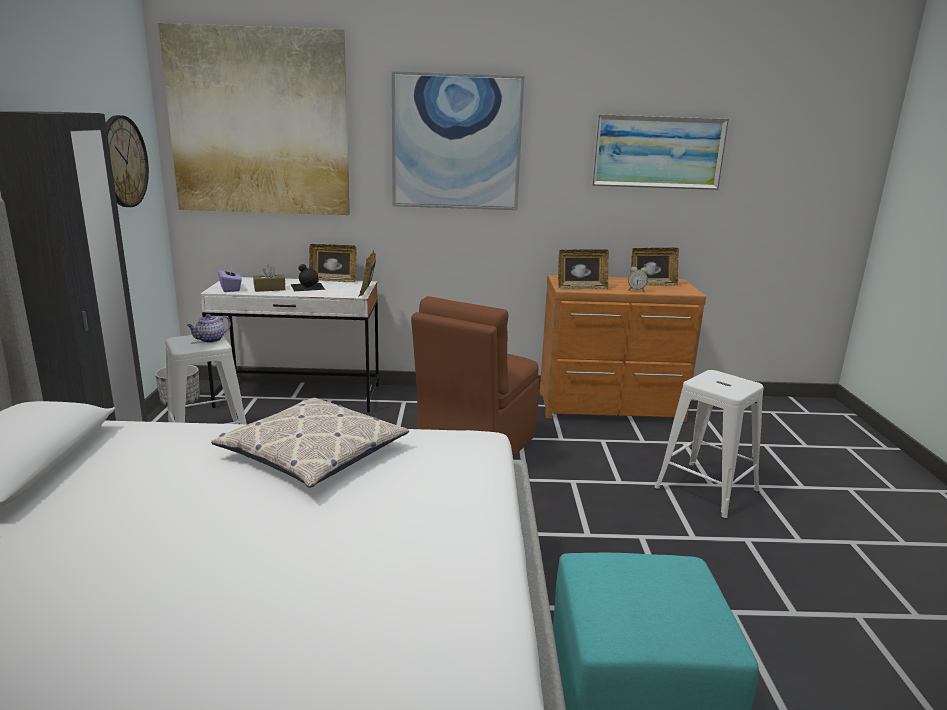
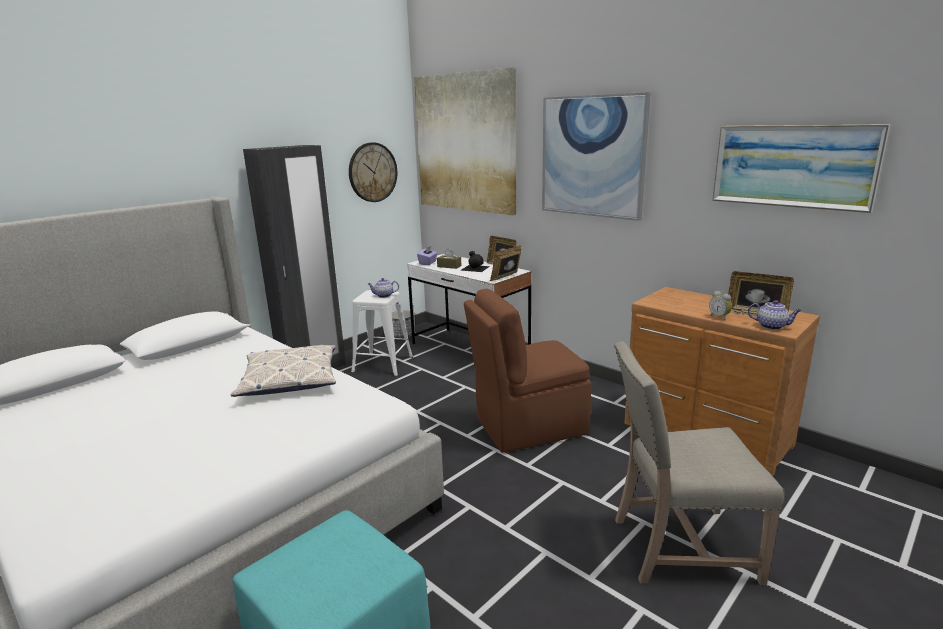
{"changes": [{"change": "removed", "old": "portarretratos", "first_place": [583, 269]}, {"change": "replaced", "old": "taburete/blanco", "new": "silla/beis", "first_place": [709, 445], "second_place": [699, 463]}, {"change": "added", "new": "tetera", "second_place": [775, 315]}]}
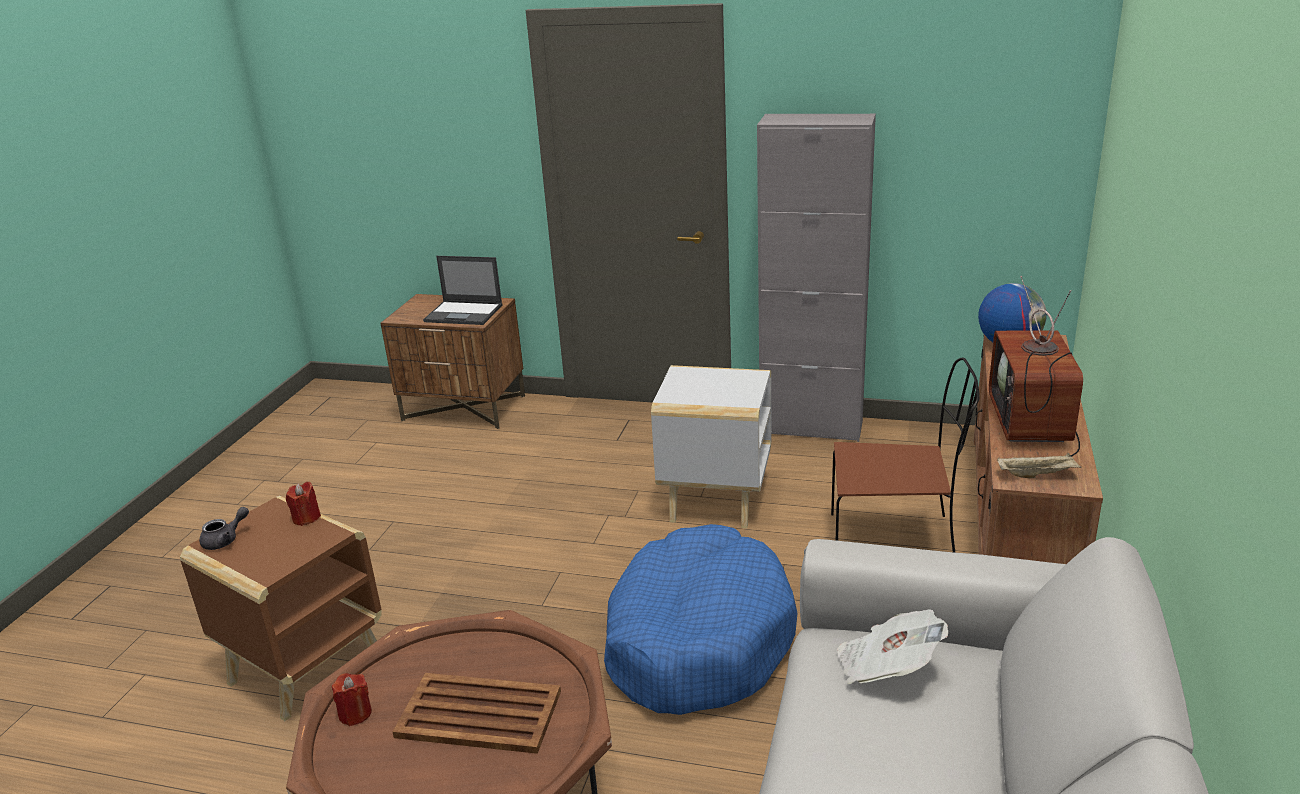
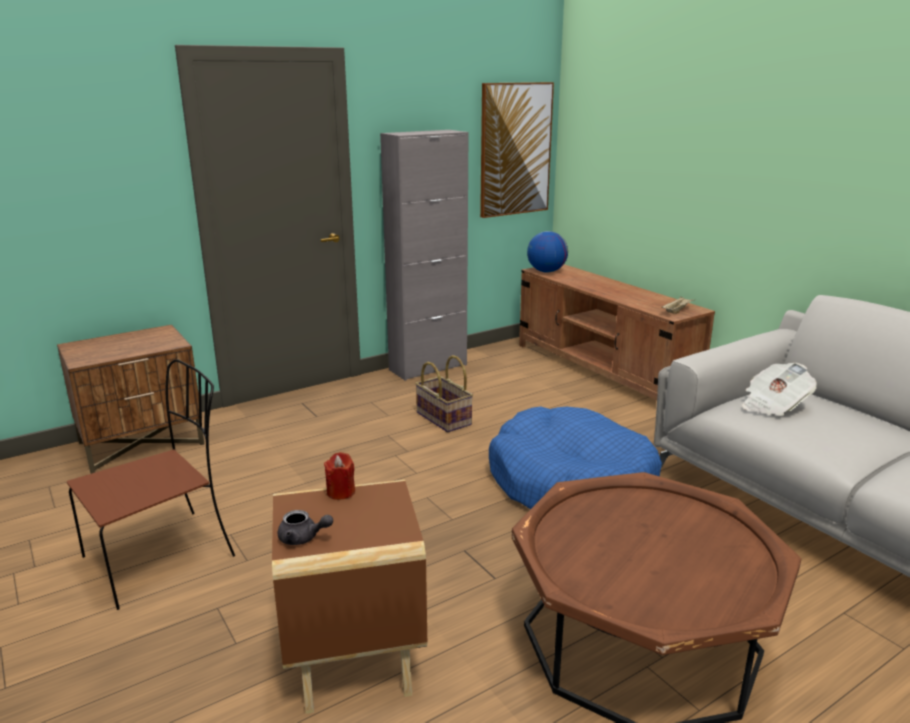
{"changes": [{"change": "turned", "old": "tetera/gris", "first_place": [224, 528], "second_place": [305, 527], "degrees": 105}, {"change": "removed", "old": "vela/rojo", "first_place": [352, 699]}, {"change": "removed", "old": "bandeja/marrón", "first_place": [477, 713]}, {"change": "removed", "old": "portátil", "first_place": [463, 290]}, {"change": "replaced", "old": "mesa auxiliar/blanco", "new": "cesta", "first_place": [711, 446], "second_place": [444, 394]}, {"change": "moved", "old": "silla/marrón", "first_place": [905, 455], "second_place": [151, 484]}, {"change": "removed", "old": "televisor", "first_place": [1036, 366]}, {"change": "added", "new": "cuadro", "second_place": [517, 150]}]}
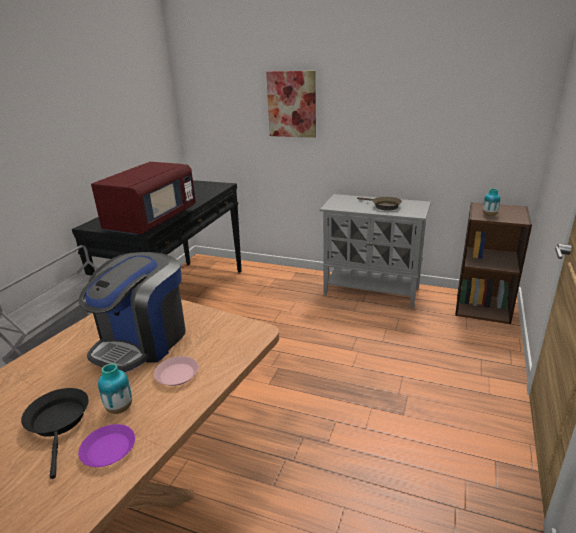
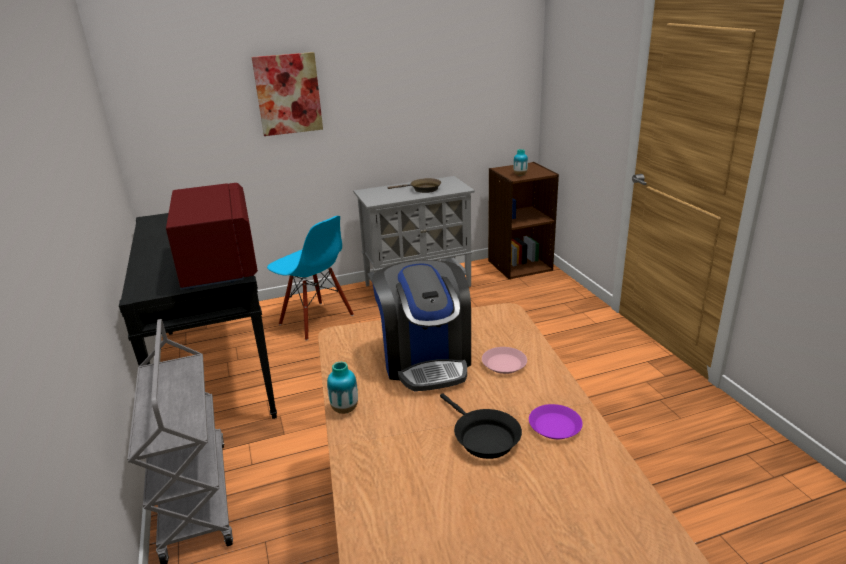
{"changes": [{"change": "turned", "old": "sartén/negro", "first_place": [55, 433], "second_place": [481, 426], "degrees": -150}, {"change": "moved", "old": "florero", "first_place": [115, 388], "second_place": [342, 388]}, {"change": "added", "new": "silla/azul", "second_place": [310, 278]}]}
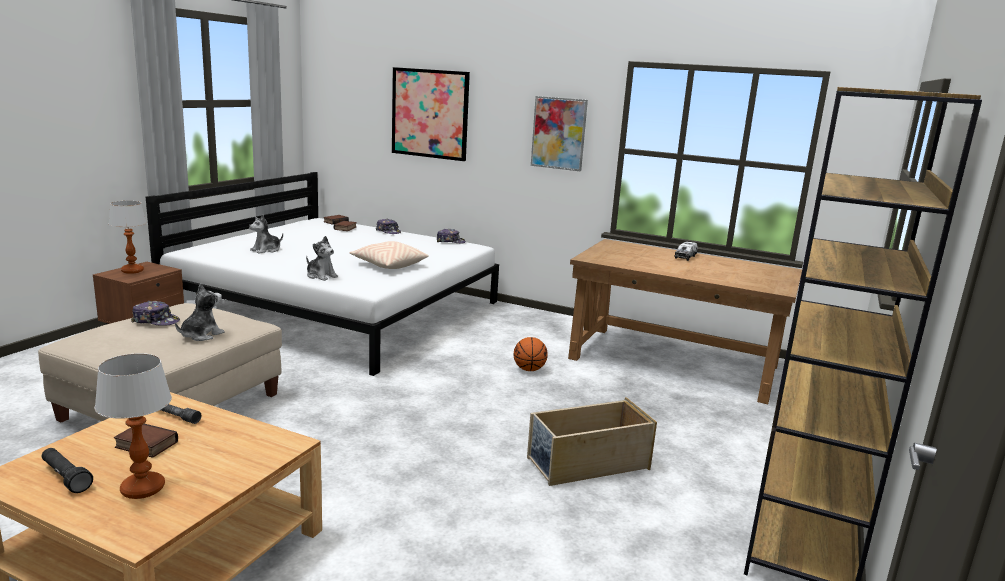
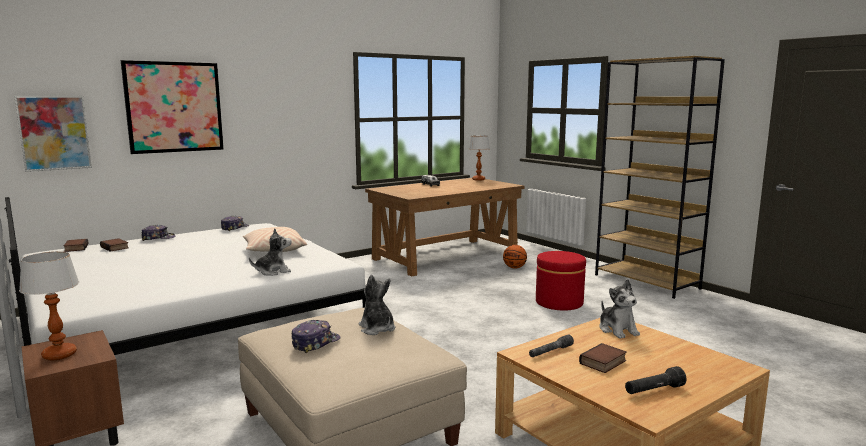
{"changes": [{"change": "moved", "old": "lámpara de mesa", "first_place": [133, 426], "second_place": [479, 158]}, {"change": "moved", "old": "peluche", "first_place": [266, 233], "second_place": [619, 309]}, {"change": "moved", "old": "balón de baloncesto", "first_place": [531, 354], "second_place": [515, 257]}, {"change": "replaced", "old": "caja de almacenaje/beis", "new": "puf/rojo", "first_place": [592, 441], "second_place": [561, 281]}, {"change": "moved", "old": "cuadro", "first_place": [559, 133], "second_place": [53, 134]}]}
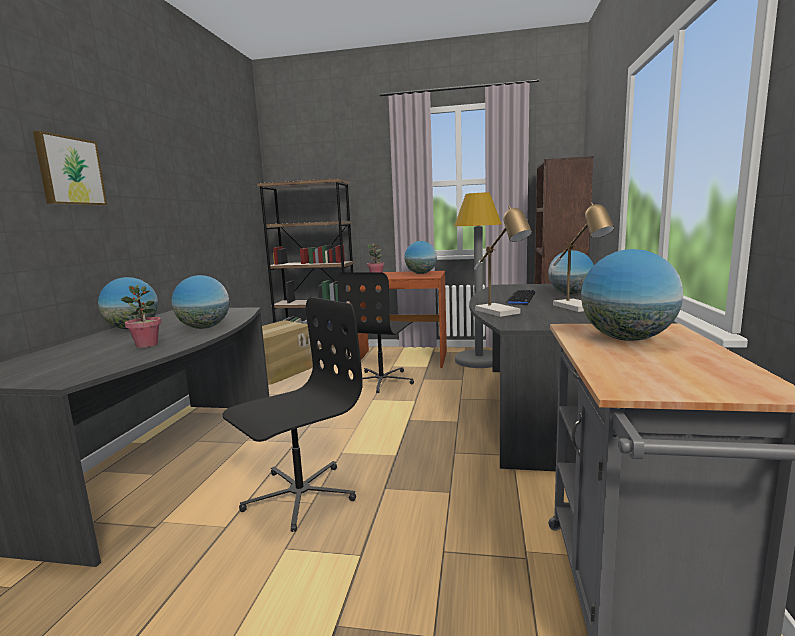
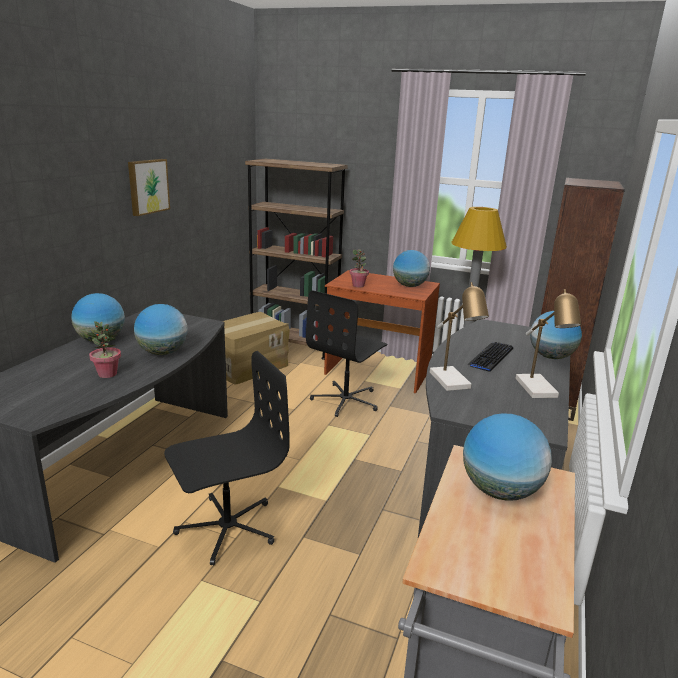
{"changes": [{"change": "moved", "old": "cuadro", "first_place": [70, 168], "second_place": [149, 187]}]}
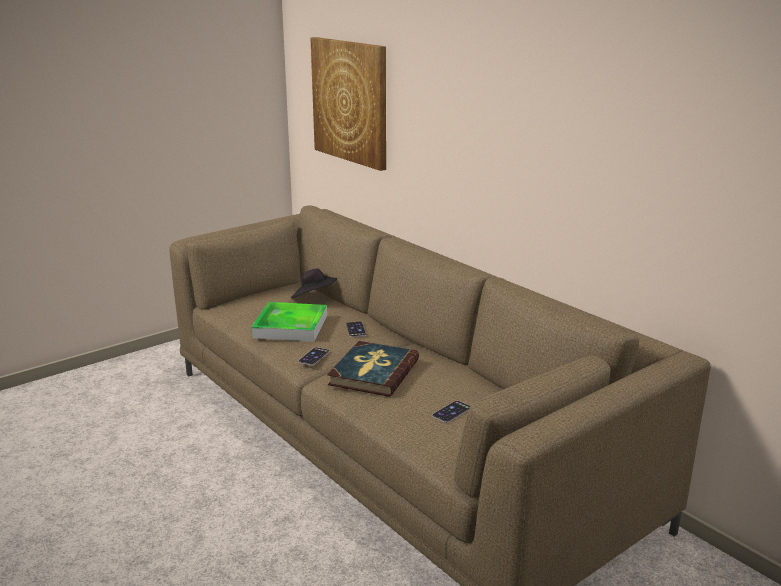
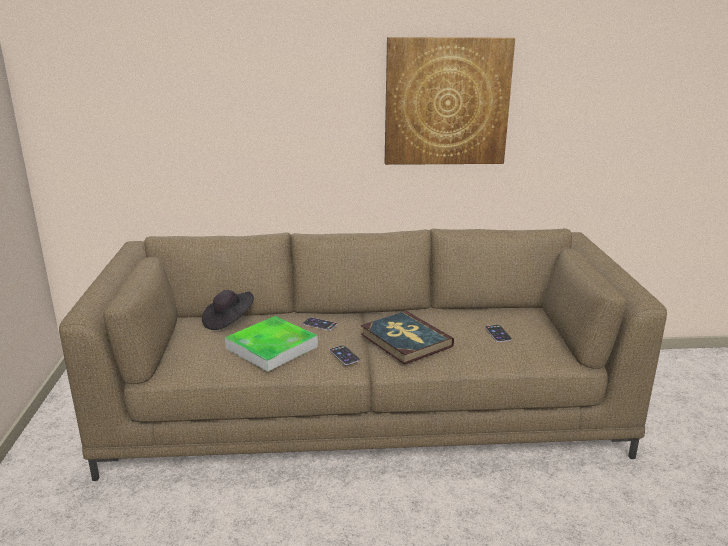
{"changes": [{"change": "moved", "old": "cuadro", "first_place": [348, 104], "second_place": [450, 101]}]}
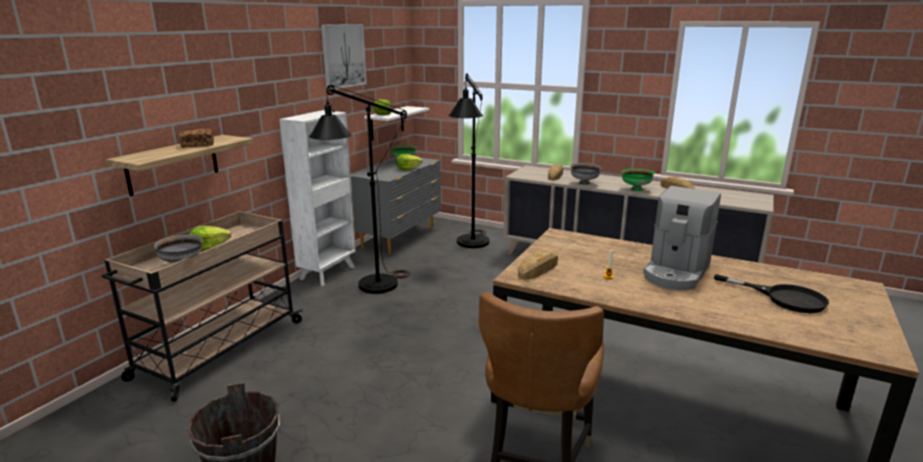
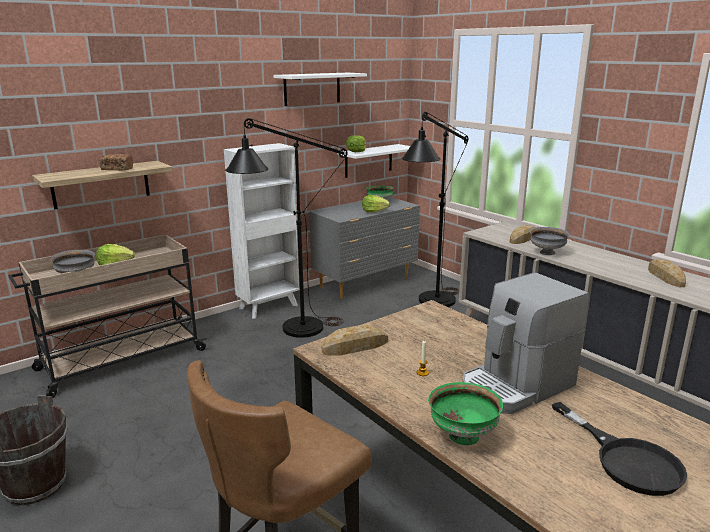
{"changes": [{"change": "replaced", "old": "cuadro", "new": "estante/blanco", "first_place": [344, 57], "second_place": [320, 89]}, {"change": "moved", "old": "cuenco/verde", "first_place": [638, 180], "second_place": [465, 413]}]}
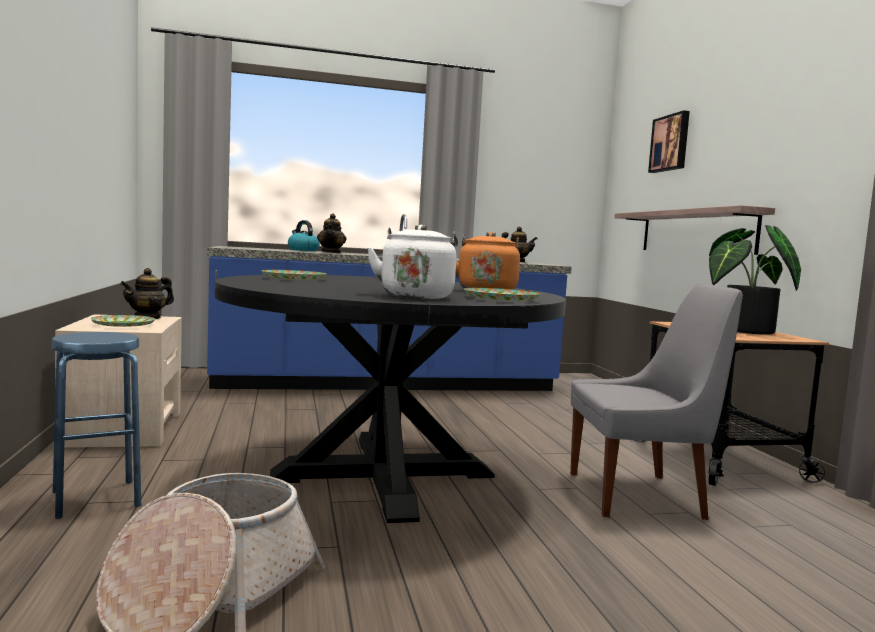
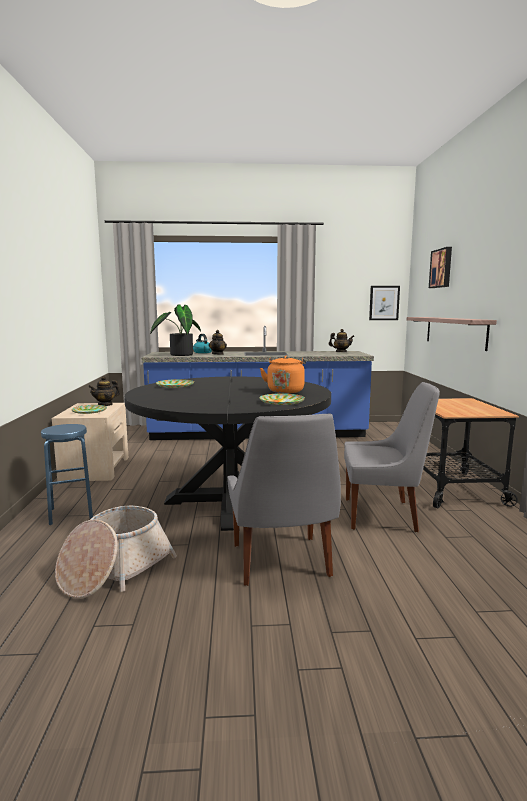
{"changes": [{"change": "removed", "old": "hervidor/blanco", "first_place": [412, 261]}, {"change": "moved", "old": "planta en maceta", "first_place": [755, 280], "second_place": [175, 330]}, {"change": "added", "new": "silla/gris", "second_place": [284, 499]}, {"change": "added", "new": "cuadro", "second_place": [384, 303]}]}
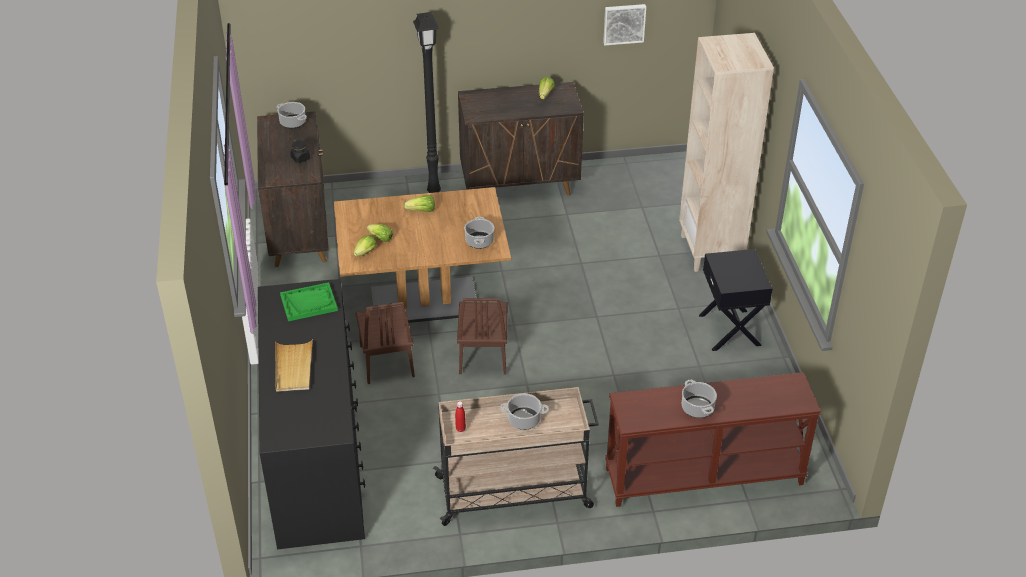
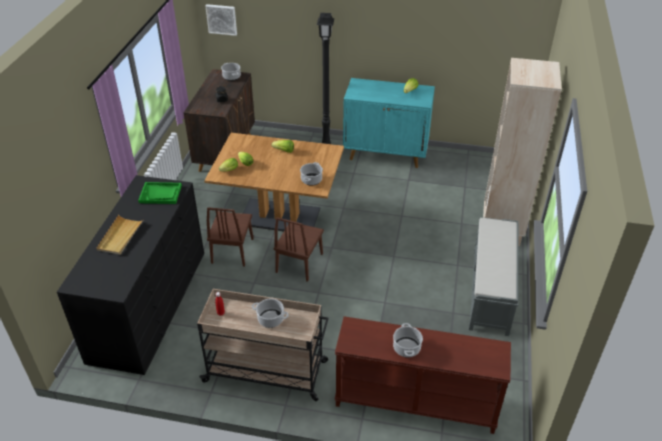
{"changes": [{"change": "recoloured", "old": "armario/marrón", "new": "armario/turquesa", "first_place": [521, 139], "second_place": [389, 123]}, {"change": "moved", "old": "cuadro", "first_place": [624, 25], "second_place": [221, 20]}, {"change": "replaced", "old": "mesita de noche/negro", "new": "banco/gris", "first_place": [736, 300], "second_place": [493, 277]}]}
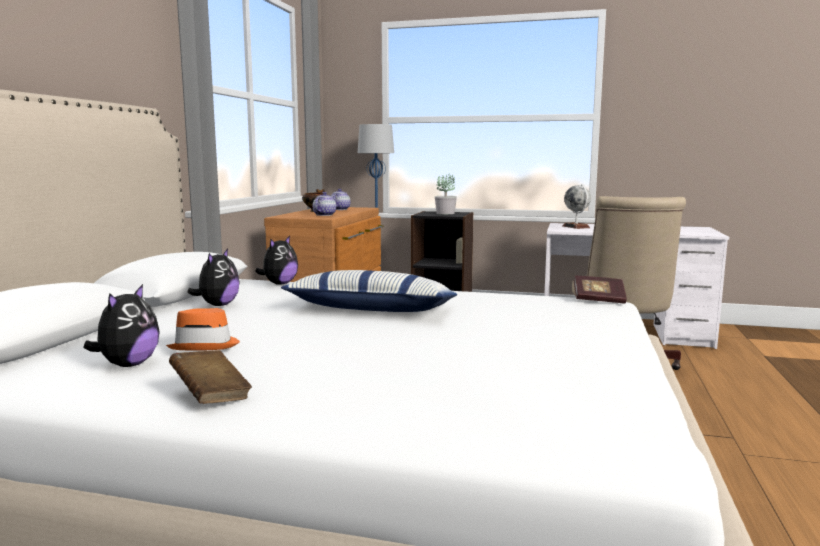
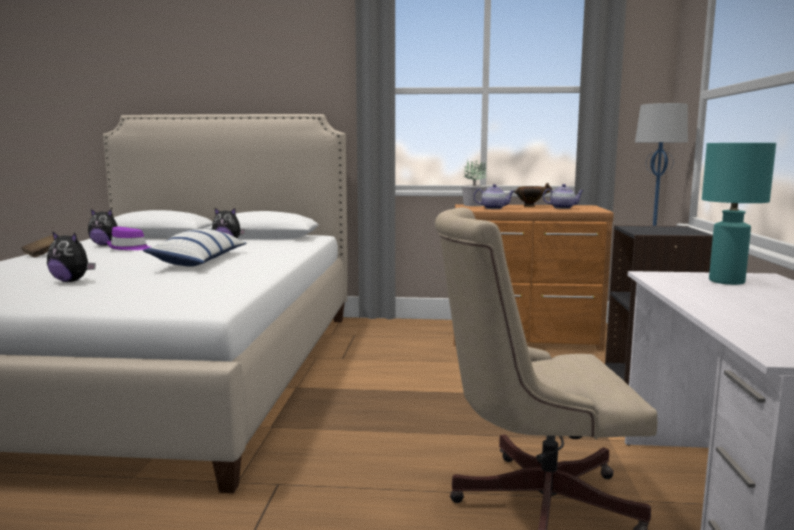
{"changes": [{"change": "recoloured", "old": "sombrero/naranja", "new": "sombrero/morado", "first_place": [203, 329], "second_place": [128, 238]}, {"change": "moved", "old": "peluche", "first_place": [276, 260], "second_place": [71, 256]}, {"change": "moved", "old": "planta en maceta", "first_place": [446, 193], "second_place": [474, 183]}, {"change": "replaced", "old": "globo terráqueo", "new": "lámpara de mesa/turquesa", "first_place": [576, 206], "second_place": [739, 214]}, {"change": "removed", "old": "libro", "first_place": [600, 290]}]}
